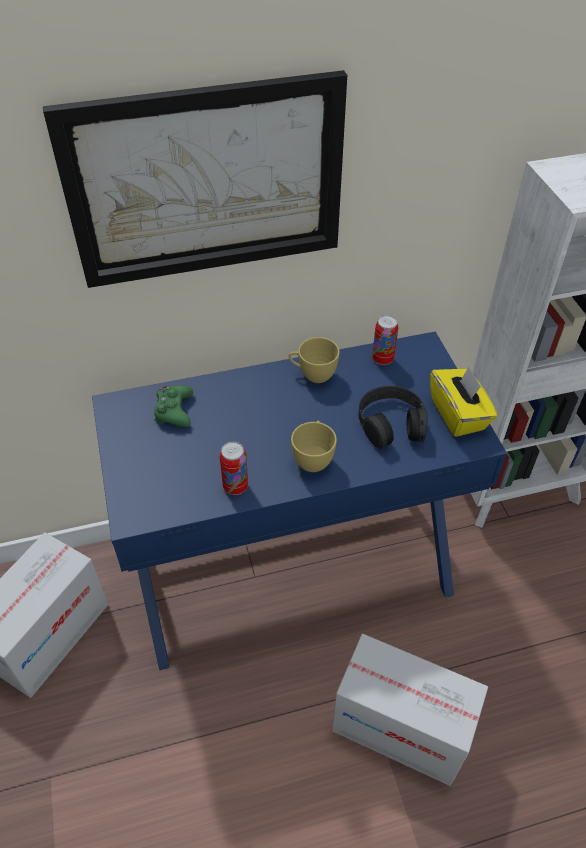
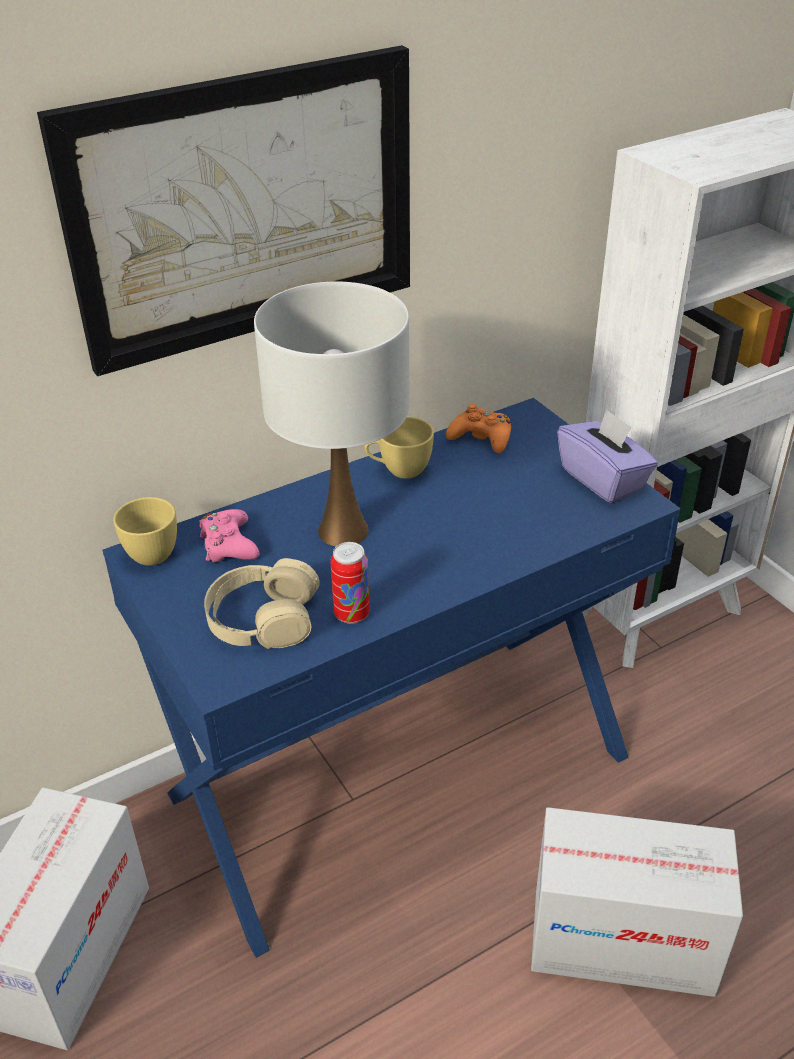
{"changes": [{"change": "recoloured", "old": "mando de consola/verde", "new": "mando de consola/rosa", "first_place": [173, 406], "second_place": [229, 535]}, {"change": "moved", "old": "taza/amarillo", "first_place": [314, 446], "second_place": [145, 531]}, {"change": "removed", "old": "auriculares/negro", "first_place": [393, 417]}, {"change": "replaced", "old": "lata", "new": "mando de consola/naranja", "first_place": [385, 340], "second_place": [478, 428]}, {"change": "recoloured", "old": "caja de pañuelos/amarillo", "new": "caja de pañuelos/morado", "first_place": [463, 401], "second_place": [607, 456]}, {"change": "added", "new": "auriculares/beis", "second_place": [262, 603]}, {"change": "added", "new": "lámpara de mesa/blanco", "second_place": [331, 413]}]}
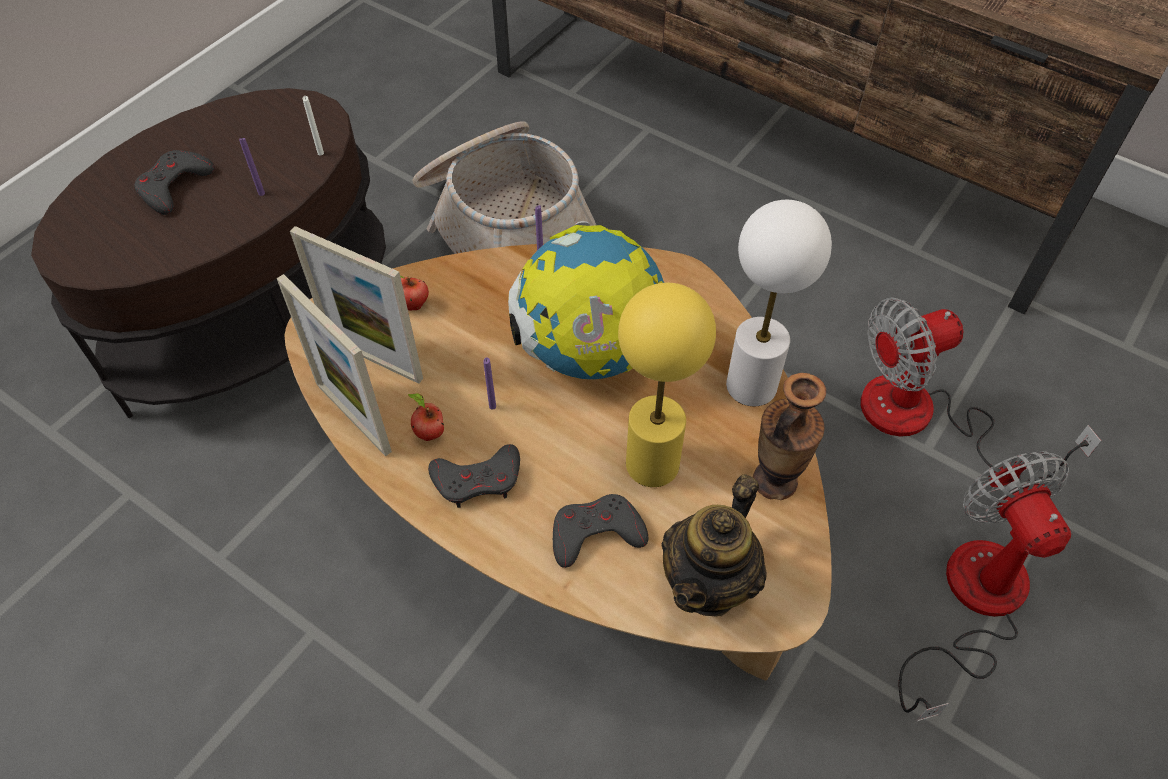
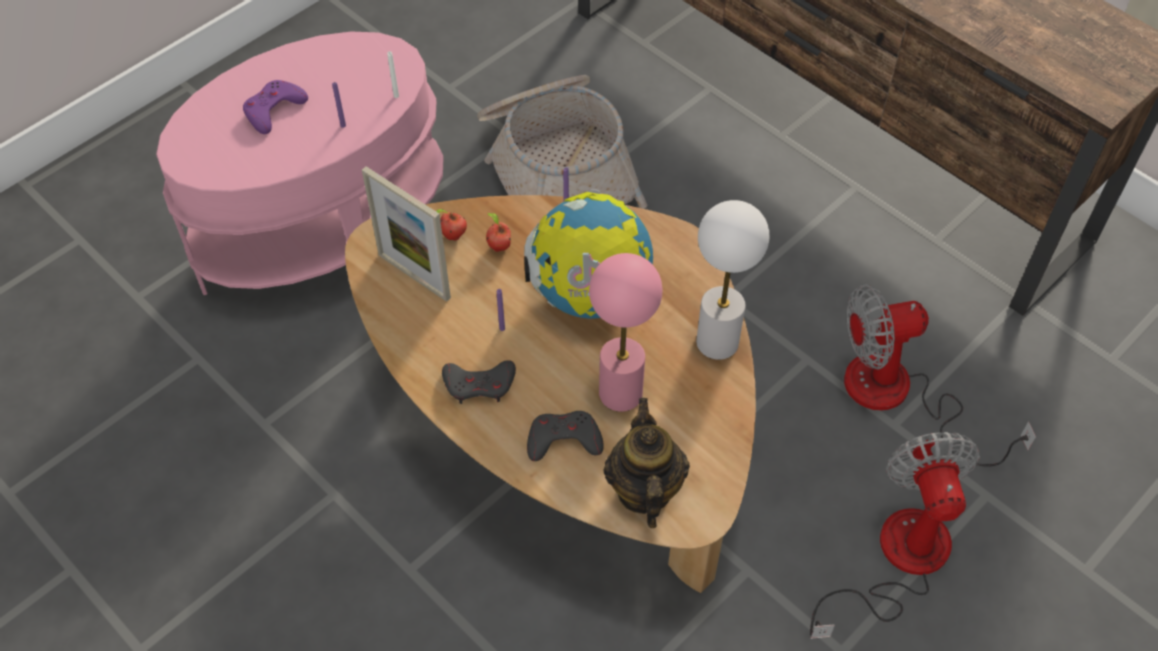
{"changes": [{"change": "recoloured", "old": "mesa auxiliar/marrón", "new": "mesa auxiliar/rosa", "first_place": [208, 253], "second_place": [299, 163]}, {"change": "recoloured", "old": "mando de consola/gris", "new": "mando de consola/morado", "first_place": [174, 182], "second_place": [275, 107]}, {"change": "removed", "old": "portarretratos", "first_place": [334, 365]}, {"change": "moved", "old": "manzana", "first_place": [426, 417], "second_place": [498, 232]}, {"change": "recoloured", "old": "lámpara de mesa/amarillo", "new": "lámpara de mesa/rosa", "first_place": [667, 385], "second_place": [626, 332]}, {"change": "turned", "old": "tetera", "first_place": [713, 545], "second_place": [647, 463], "degrees": 135}, {"change": "removed", "old": "florero", "first_place": [789, 436]}]}
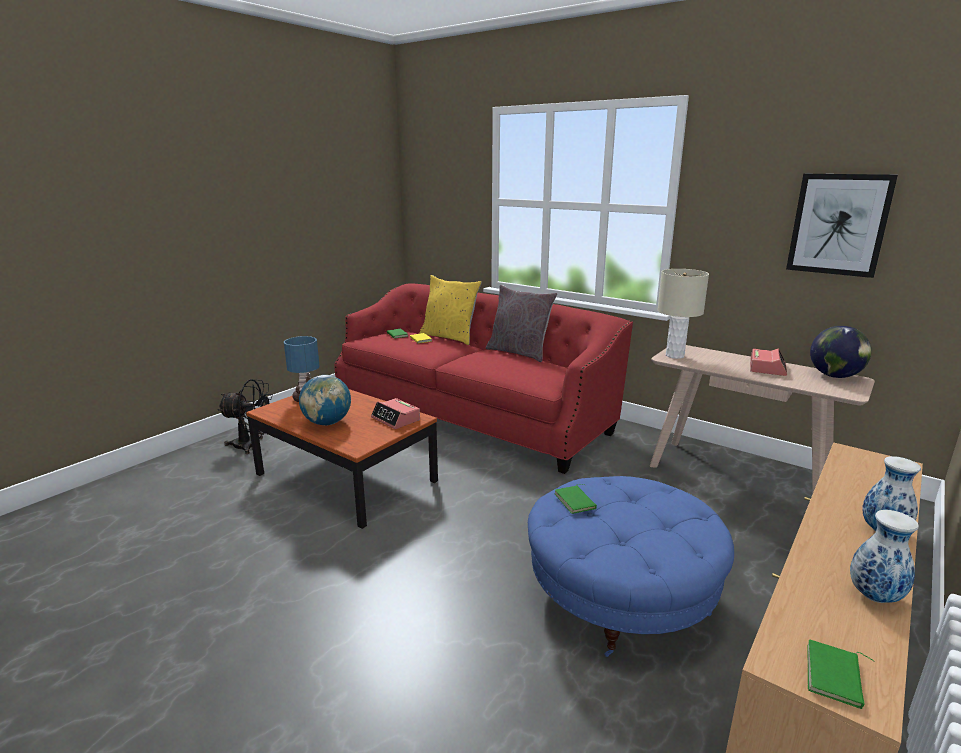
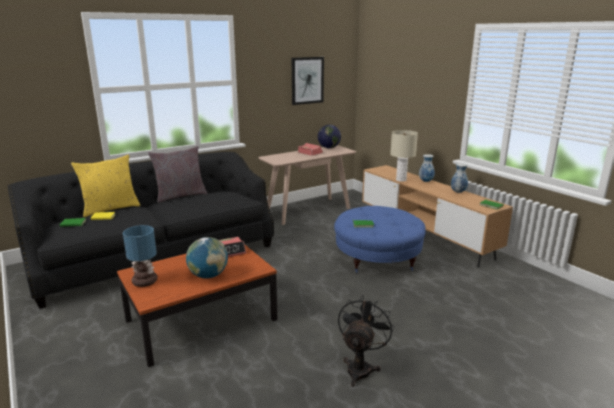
{"changes": [{"change": "moved", "old": "ventilador/negro", "first_place": [245, 416], "second_place": [366, 341]}, {"change": "recoloured", "old": "sofá/rojo", "new": "sofá/negro", "first_place": [483, 379], "second_place": [141, 230]}, {"change": "moved", "old": "lámpara de mesa/beis", "first_place": [683, 314], "second_place": [404, 156]}]}
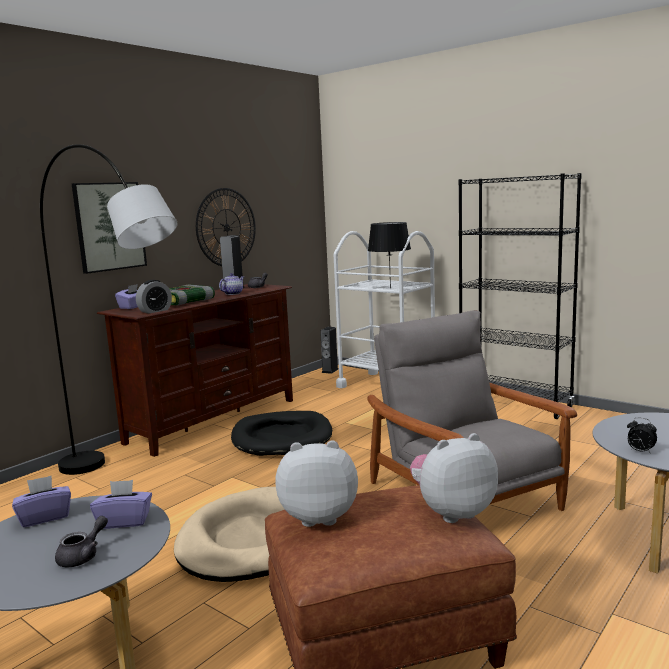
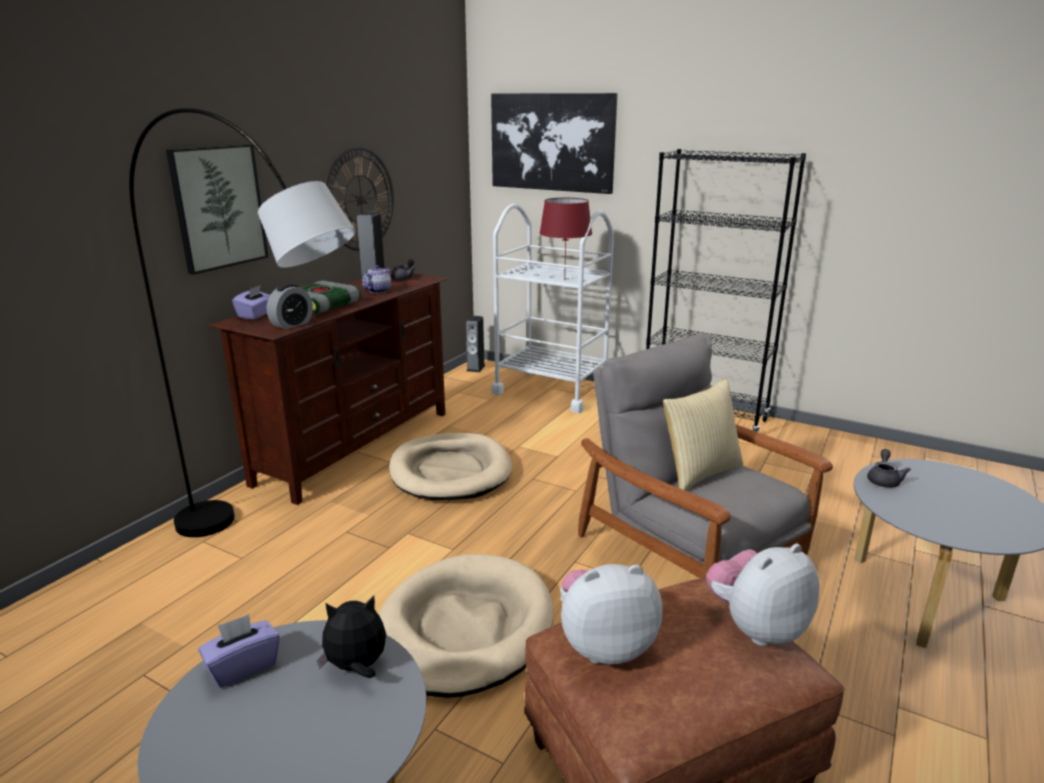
{"changes": [{"change": "moved", "old": "tetera/gris", "first_place": [81, 541], "second_place": [889, 468]}, {"change": "replaced", "old": "caja de pañuelos/morado", "new": "peluche", "first_place": [121, 504], "second_place": [351, 637]}, {"change": "recoloured", "old": "cama para perro/negro", "new": "cama para perro/beis", "first_place": [281, 433], "second_place": [450, 466]}, {"change": "recoloured", "old": "lámpara de mesa/negro", "new": "lámpara de mesa/rojo", "first_place": [389, 255], "second_place": [565, 239]}, {"change": "removed", "old": "despertador", "first_place": [642, 436]}, {"change": "added", "new": "cuadro", "second_place": [554, 143]}, {"change": "added", "new": "cojín", "second_place": [703, 434]}]}
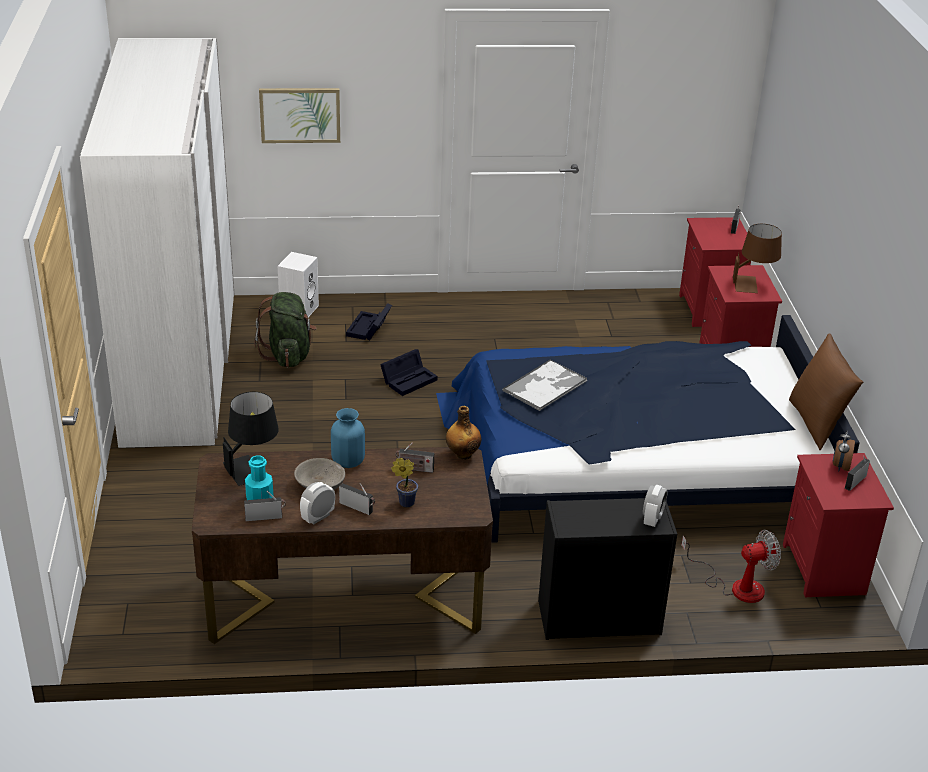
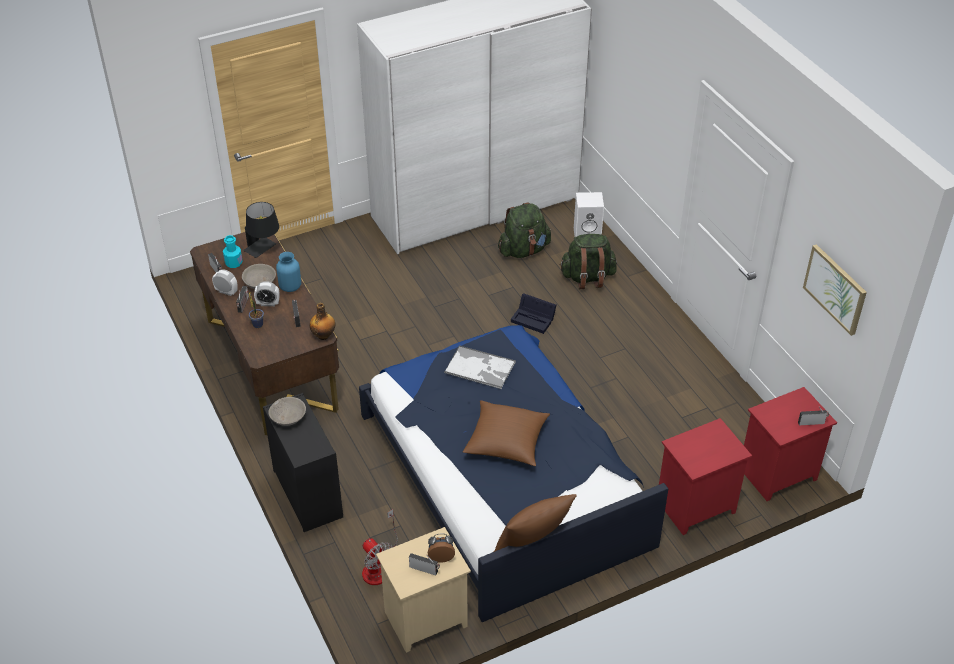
{"changes": [{"change": "moved", "old": "cuadro", "first_place": [299, 115], "second_place": [835, 290]}, {"change": "replaced", "old": "caja de almacenaje/negro", "new": "mochila/verde", "first_place": [369, 322], "second_place": [588, 261]}, {"change": "moved", "old": "despertador", "first_place": [655, 506], "second_place": [267, 293]}, {"change": "removed", "old": "lámpara de mesa/marrón", "first_place": [757, 258]}, {"change": "recoloured", "old": "mesita de noche/rojo", "new": "mesita de noche/beis", "first_place": [838, 525], "second_place": [423, 590]}, {"change": "added", "new": "cuenco/gris", "second_place": [287, 411]}, {"change": "added", "new": "cojín/marrón", "second_place": [506, 433]}]}
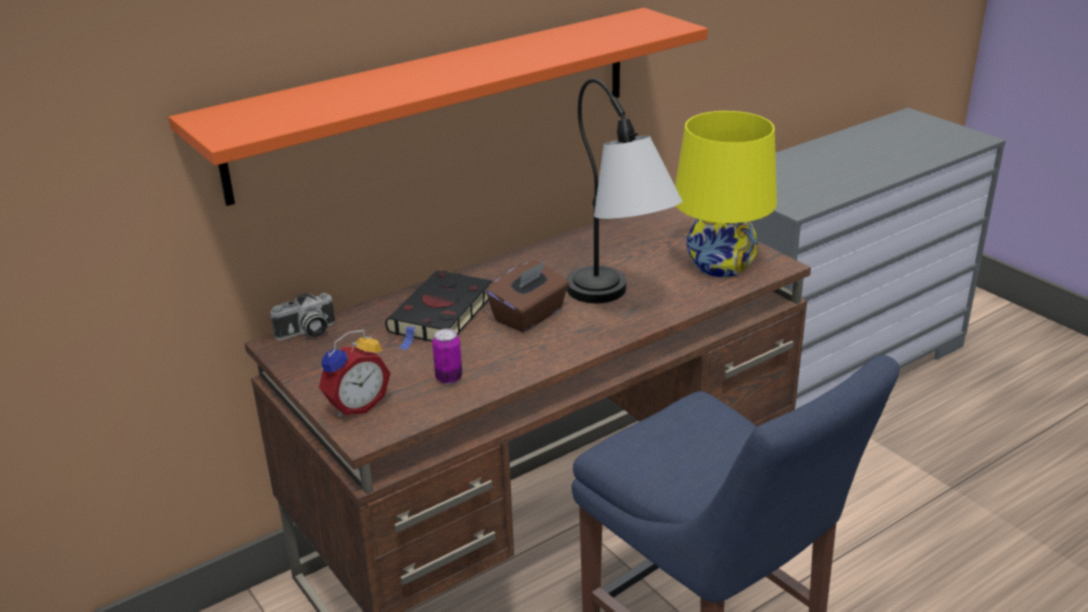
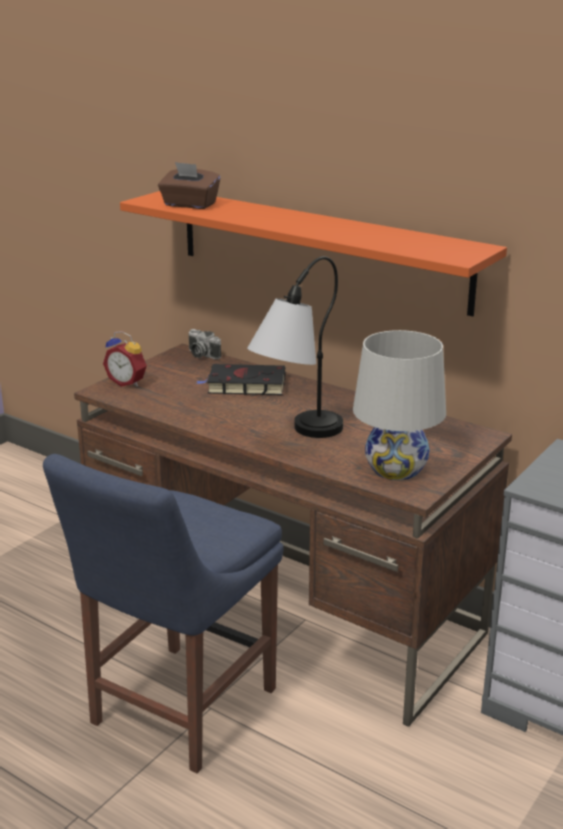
{"changes": [{"change": "removed", "old": "lata", "first_place": [447, 356]}, {"change": "moved", "old": "caja de pañuelos/marrón", "first_place": [527, 296], "second_place": [189, 185]}, {"change": "recoloured", "old": "lámpara de mesa/amarillo", "new": "lámpara de mesa/blanco", "first_place": [726, 194], "second_place": [399, 405]}]}
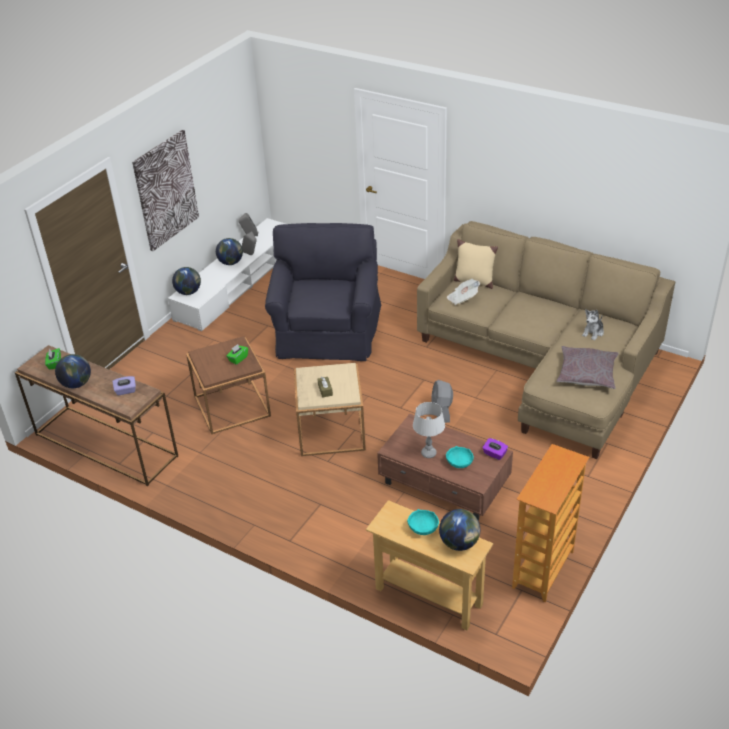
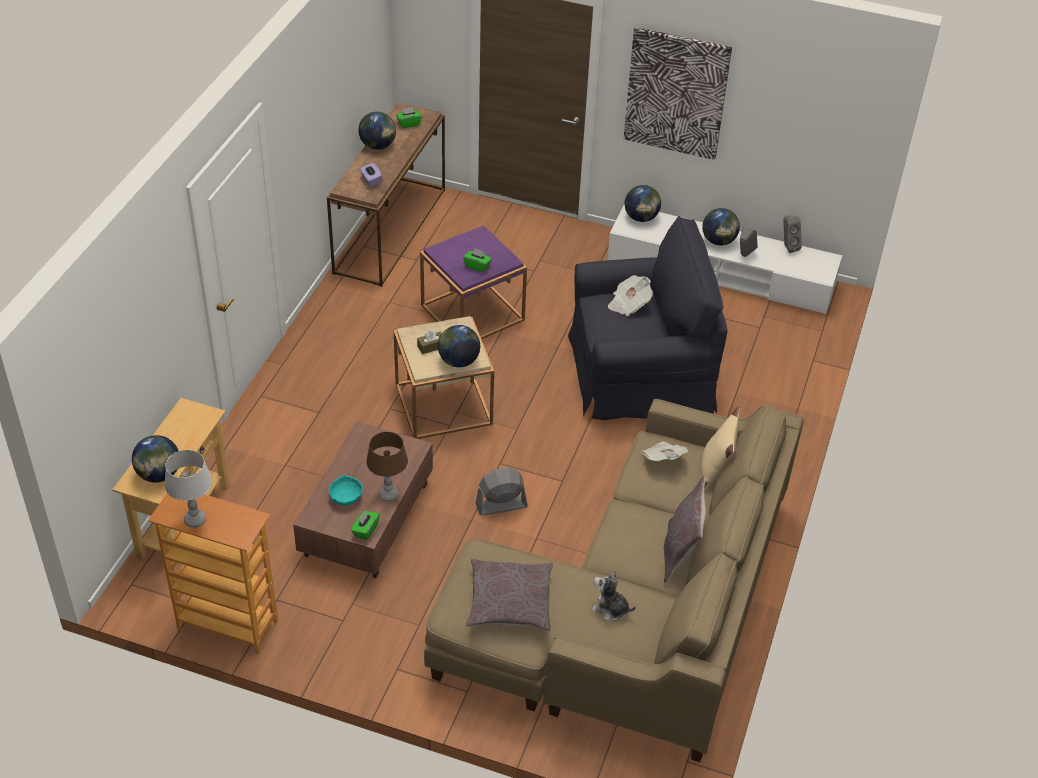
{"changes": [{"change": "recoloured", "old": "mesa auxiliar/marrón", "new": "mesa auxiliar/morado", "first_place": [228, 385], "second_place": [473, 282]}, {"change": "removed", "old": "cuenco/turquesa", "first_place": [423, 522]}, {"change": "moved", "old": "lámpara de mesa/gris", "first_place": [429, 430], "second_place": [188, 489]}, {"change": "recoloured", "old": "caja de pañuelos/morado", "new": "caja de pañuelos/verde", "first_place": [495, 449], "second_place": [365, 525]}, {"change": "added", "new": "lámpara de mesa/marrón", "second_place": [387, 466]}, {"change": "added", "new": "globo terráqueo", "second_place": [459, 346]}, {"change": "added", "new": "periódico", "second_place": [630, 295]}, {"change": "added", "new": "cojín/gris", "second_place": [685, 529]}]}
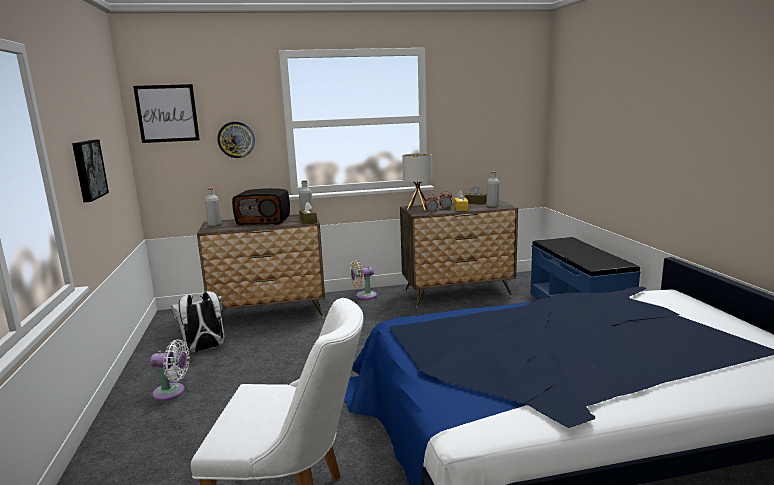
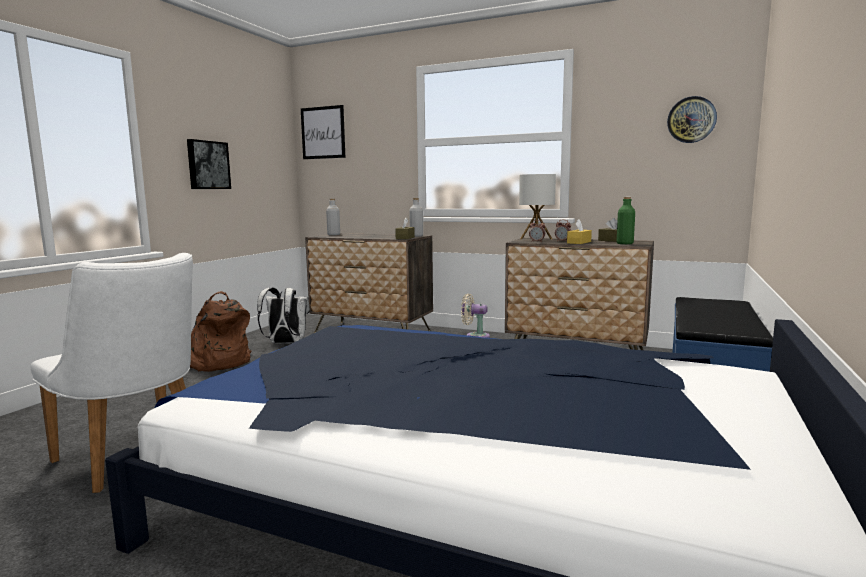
{"changes": [{"change": "replaced", "old": "ventilador/blanco", "new": "mochila/marrón", "first_place": [170, 370], "second_place": [220, 331]}, {"change": "moved", "old": "reloj de pared", "first_place": [236, 140], "second_place": [692, 119]}, {"change": "removed", "old": "radio", "first_place": [261, 206]}, {"change": "recoloured", "old": "botella/gris", "new": "botella/verde", "first_place": [492, 189], "second_place": [626, 220]}]}
